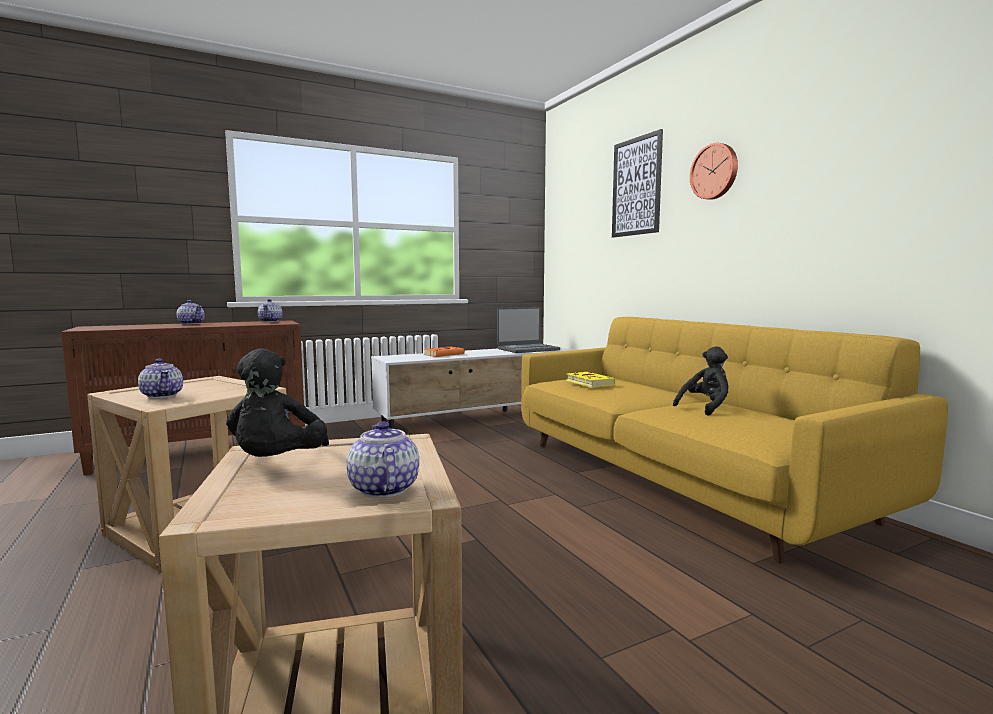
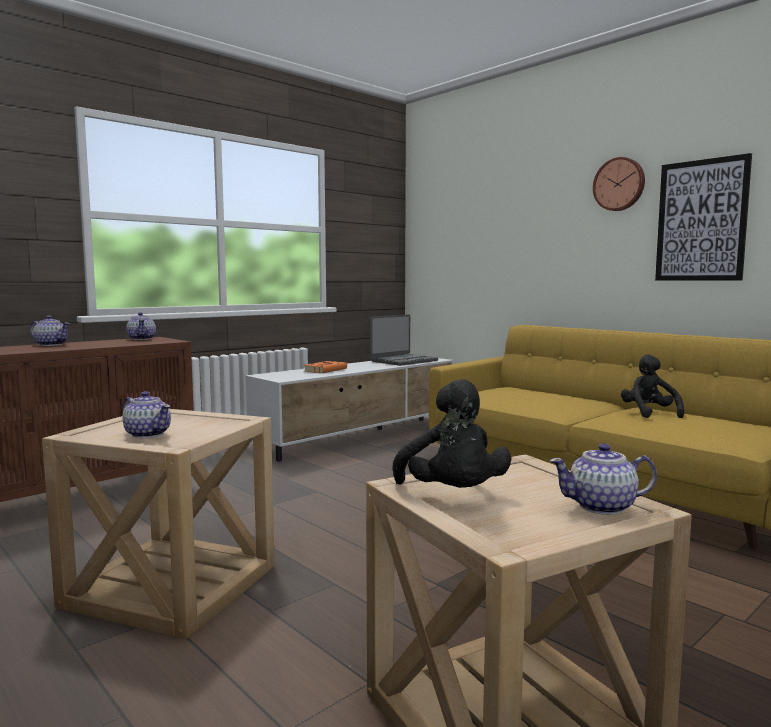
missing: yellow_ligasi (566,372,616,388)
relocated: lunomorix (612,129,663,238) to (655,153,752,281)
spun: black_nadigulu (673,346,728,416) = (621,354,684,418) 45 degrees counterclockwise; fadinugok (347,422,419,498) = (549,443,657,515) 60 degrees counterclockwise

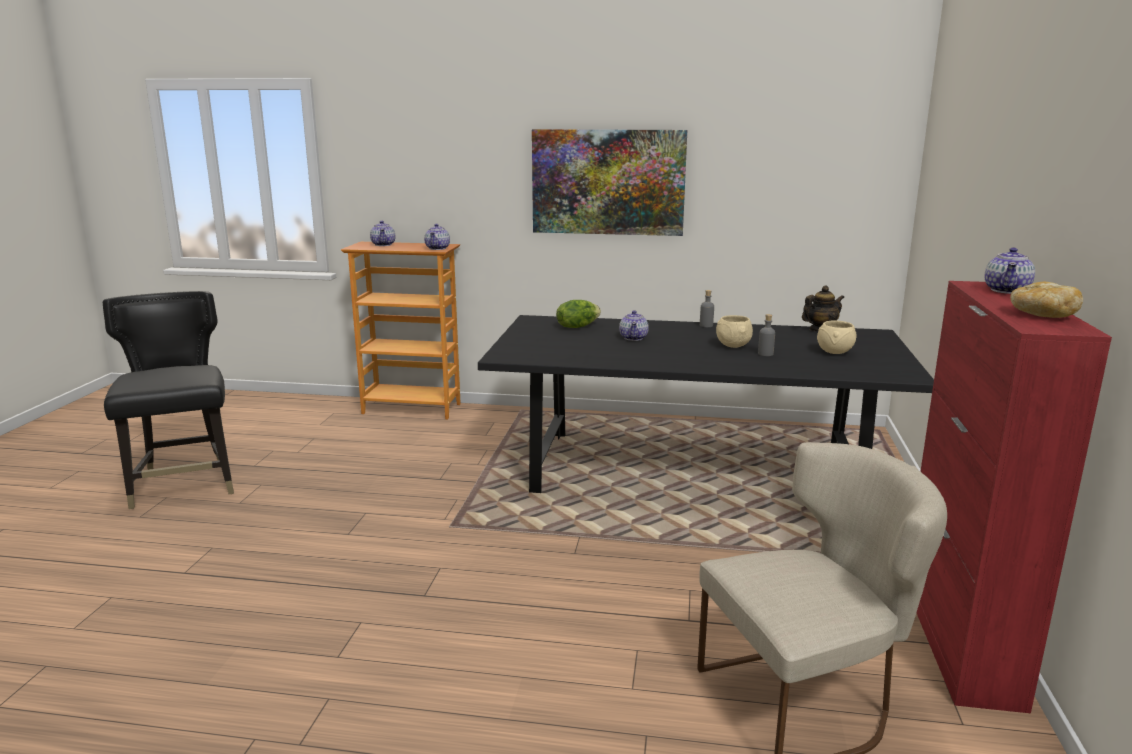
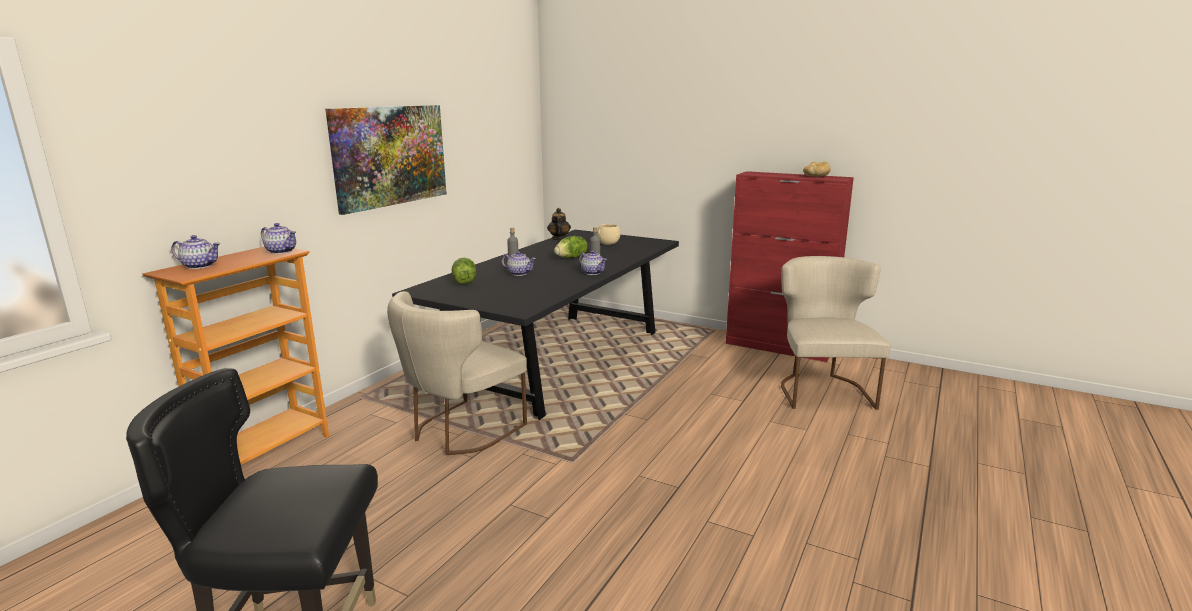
appeared: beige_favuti (387,291,527,455)
relocated: fadinugok (985,248,1035,294) to (579,250,607,275)
exchanged: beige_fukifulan (716,315,753,348) to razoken (554,236,588,258)

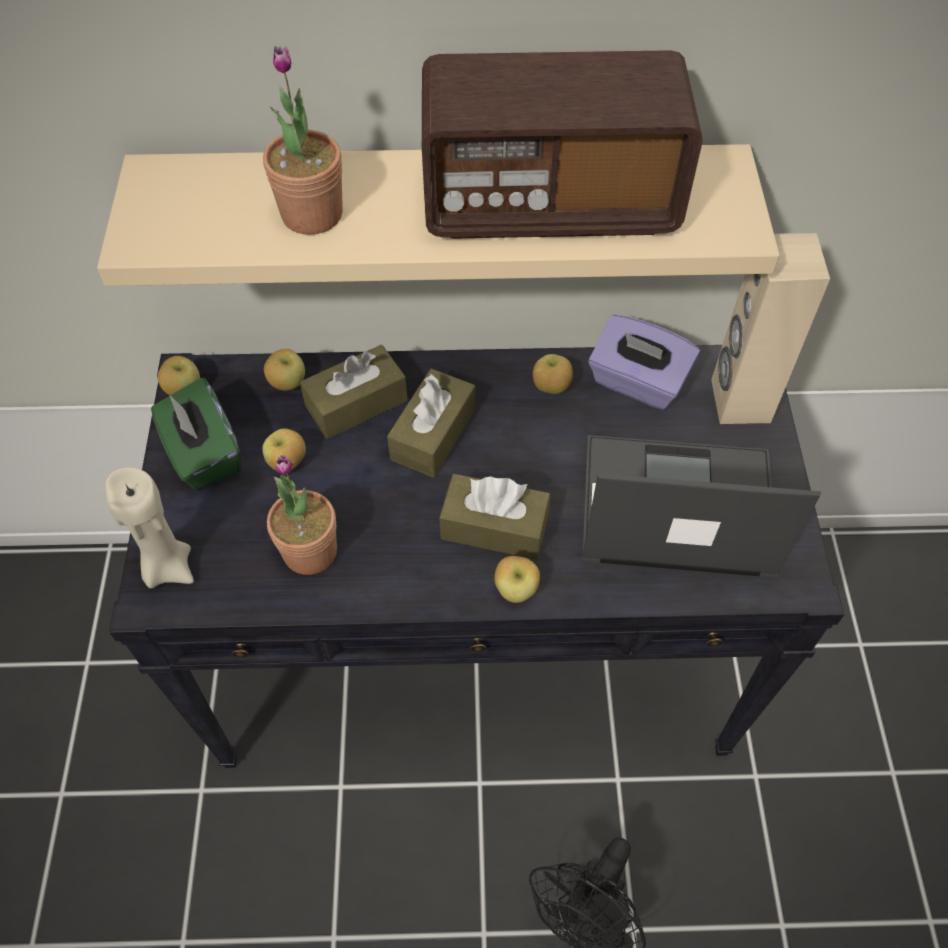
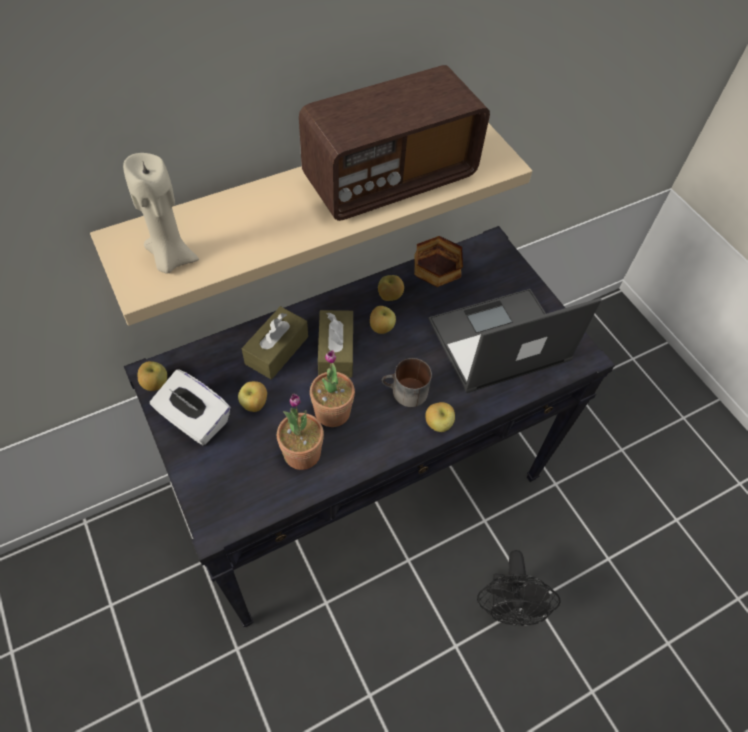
missing: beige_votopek (711,233,830,424)
relocated: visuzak (263,46,343,235) to (310,350,355,427); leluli (264,349,305,391) to (370,306,396,334); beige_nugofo (105,467,194,588) to (123,153,199,274)
exchanged: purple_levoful (589,315,700,410) to fukifulan (414,236,463,287); brown_levoful (439,474,551,560) to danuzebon (381,358,432,407)
colour: green_levoful (151,377,242,489) to white_levoful (150,369,230,445)

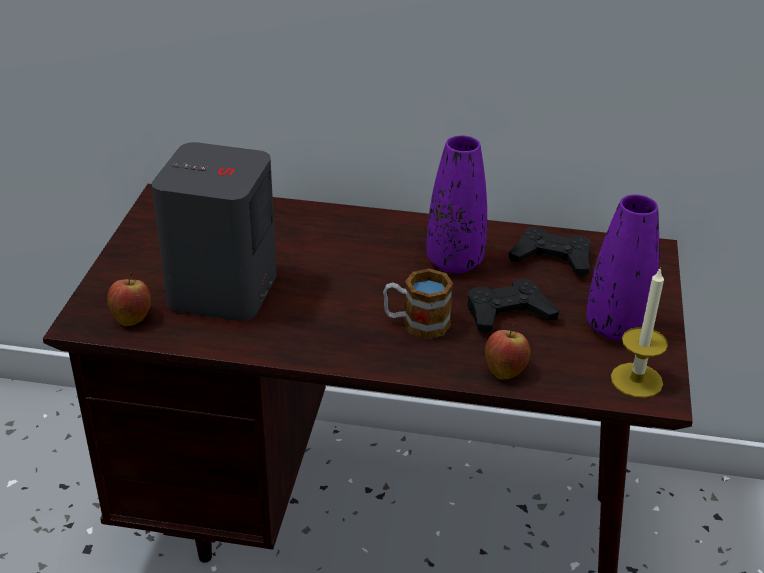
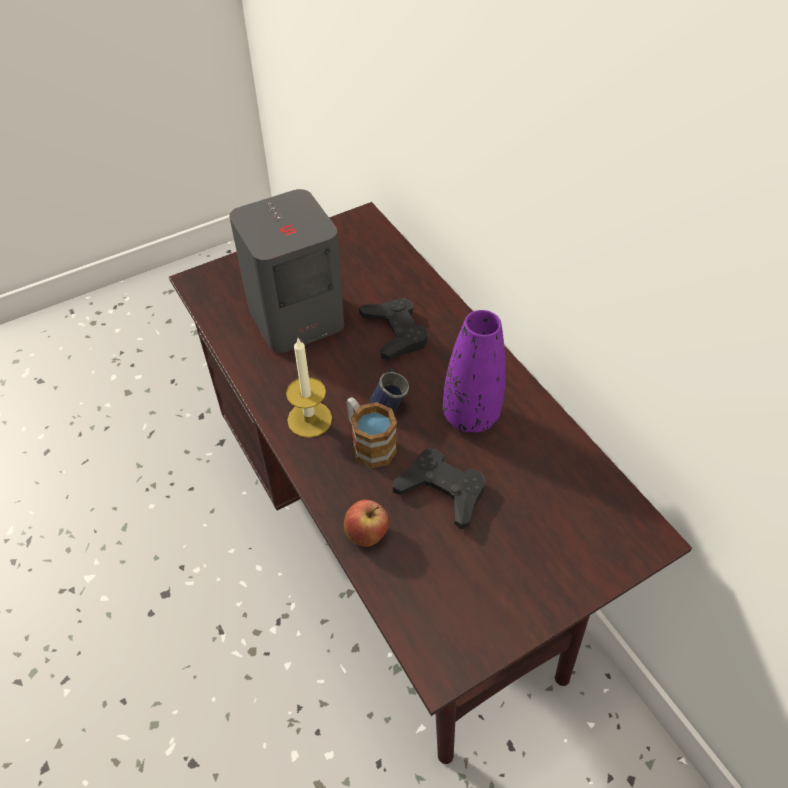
missing: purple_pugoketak (586,195,659,341); leluli (107,272,151,326)
appeared: blue_danuzebon (369,369,409,413)
relocated: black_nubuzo (508,227,591,277) to (359,298,428,360); nugofo (611,267,668,398) to (286,339,332,438)

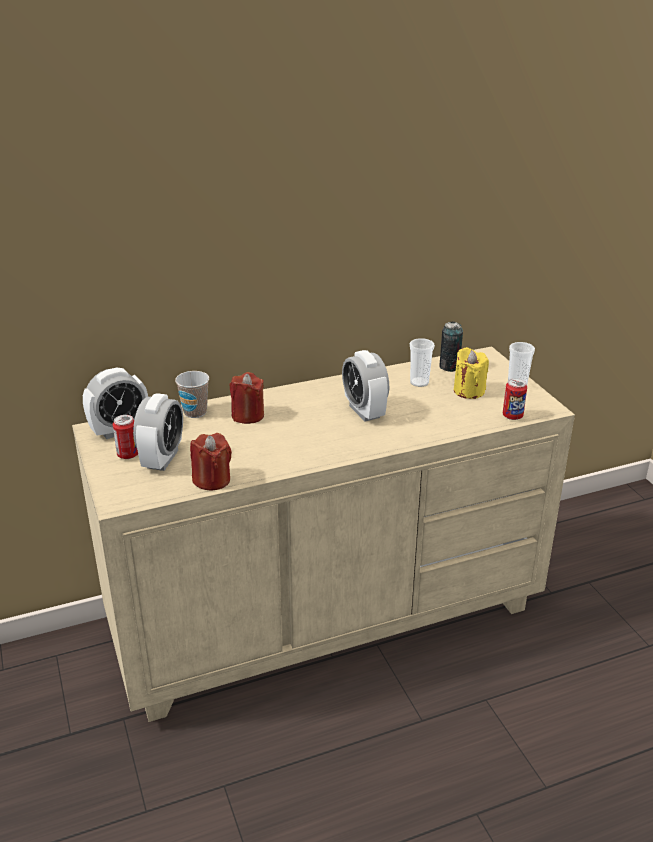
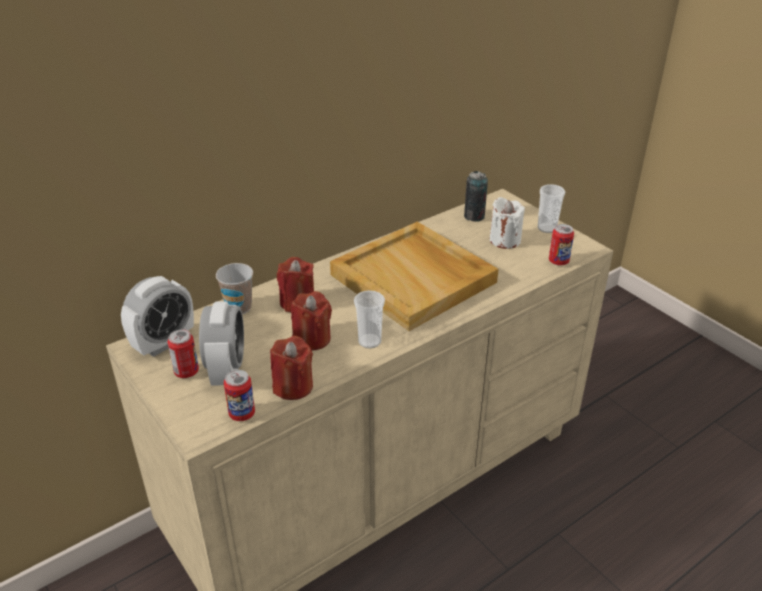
appeared: red_nugofo (291,291,332,350); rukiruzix (224,370,255,421)
relocated: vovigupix (409,338,435,387) to (354,290,385,349)
exchanged: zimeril (342,350,389,422) to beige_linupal (330,222,498,331)
colour: yellow_nugofo (454,347,489,399) to white_nugofo (490,197,525,249)

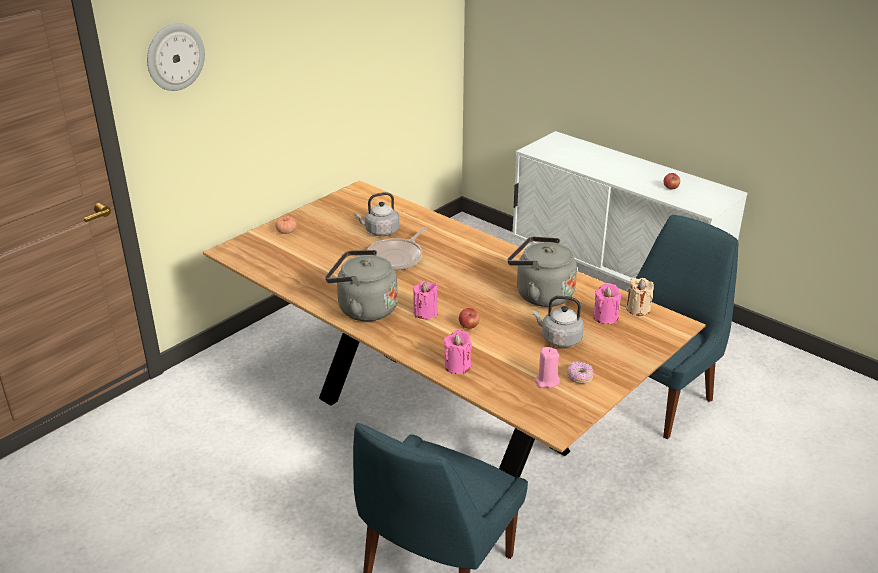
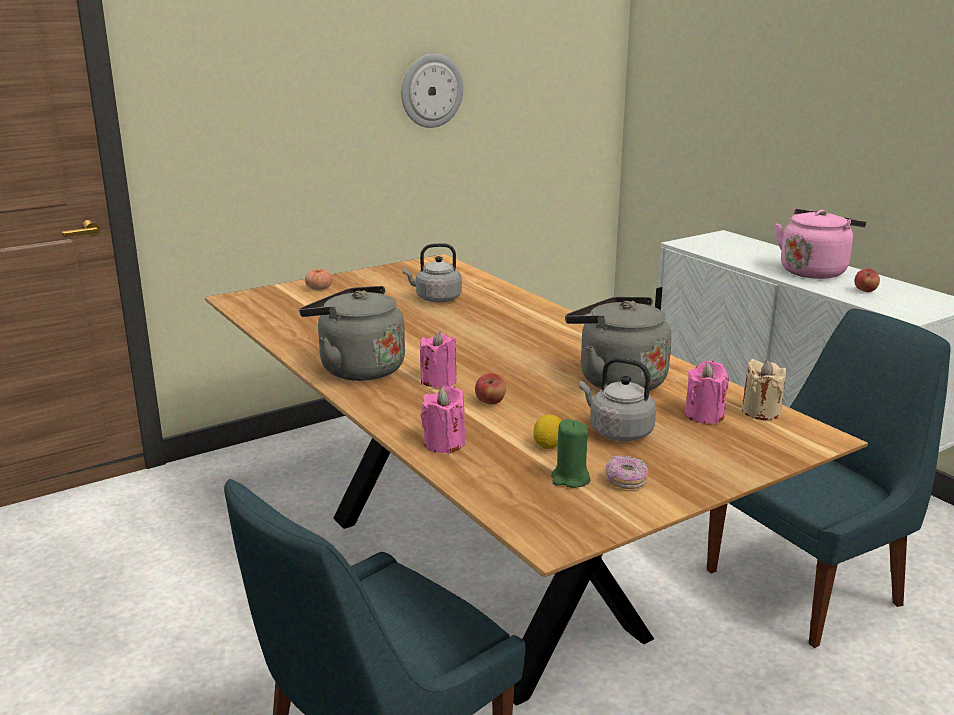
missing: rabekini (367,227,427,270)
appeared: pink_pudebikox (775,208,866,279); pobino (533,415,562,449)
relocated: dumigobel (147,23,205,91) to (401,54,463,128)
colour: pink_nugofo (535,347,560,388) to green_nugofo (551,419,590,488)

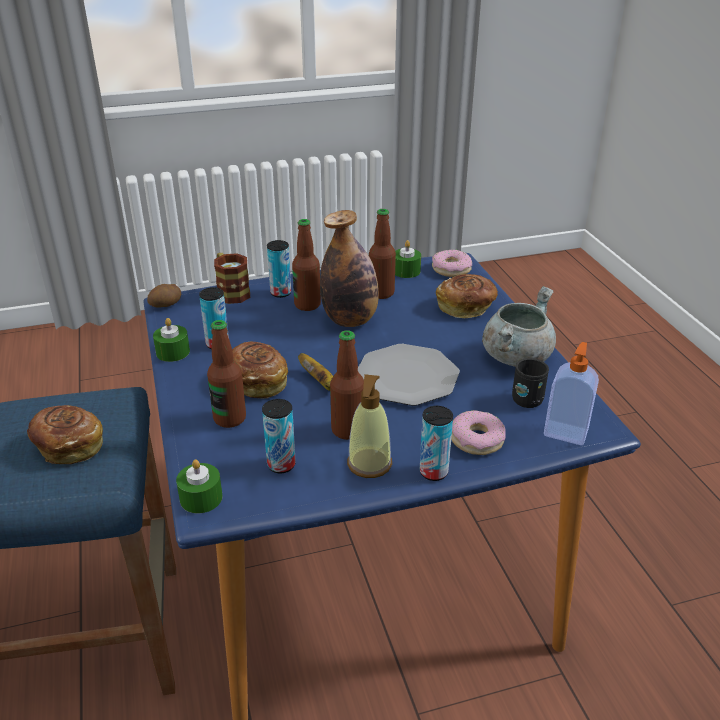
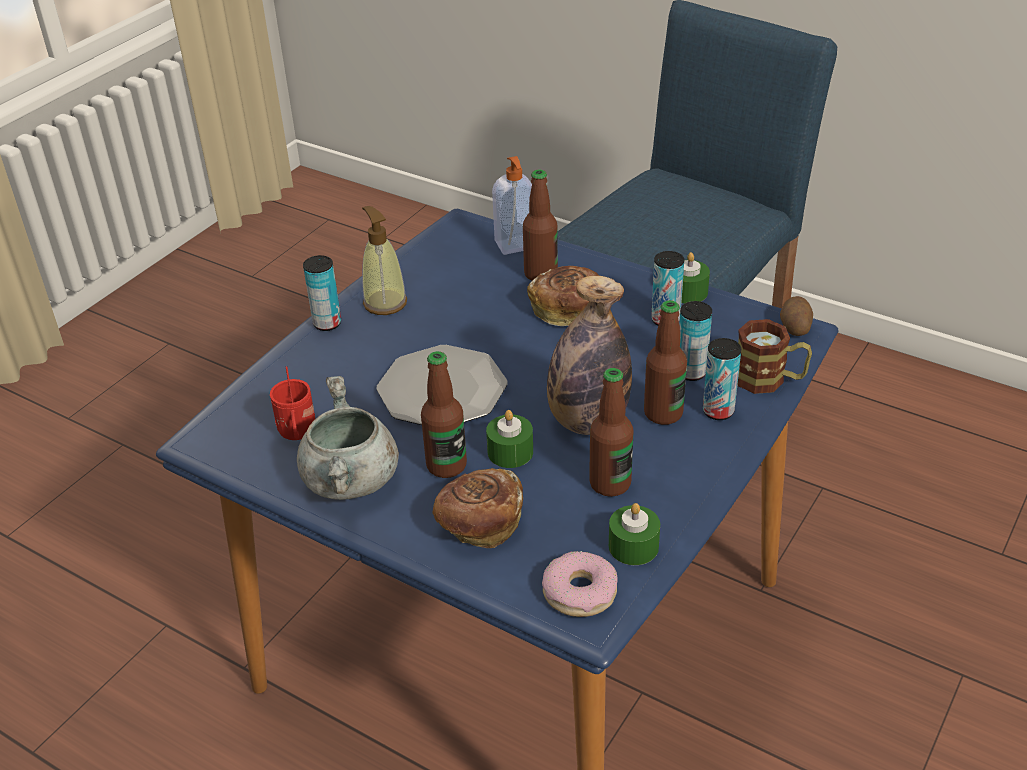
missing: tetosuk (298,353,333,391); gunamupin (27,405,103,464); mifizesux (451,410,506,455)
relocated: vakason (330,330,364,440) to (421,351,467,478); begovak (544,342,599,445) to (492,156,532,255); rukiruzix (262,399,296,473) to (679,301,712,381); green_nugofo (176,459,223,513) to (486,410,533,468)
colour: black_danuzebon (512,358,549,408) to red_danuzebon (270,366,315,440)

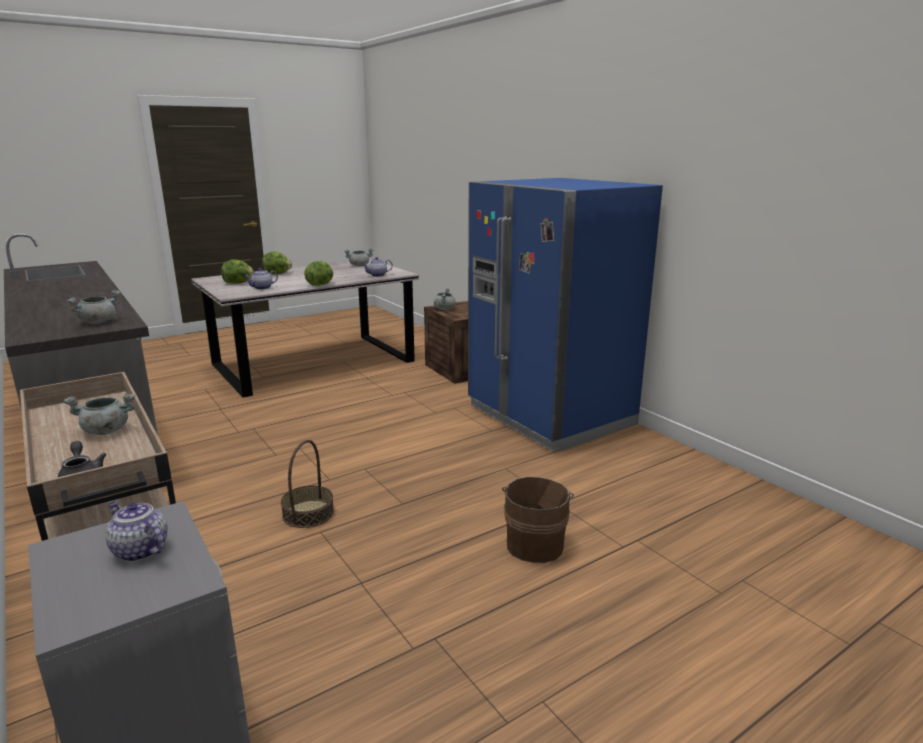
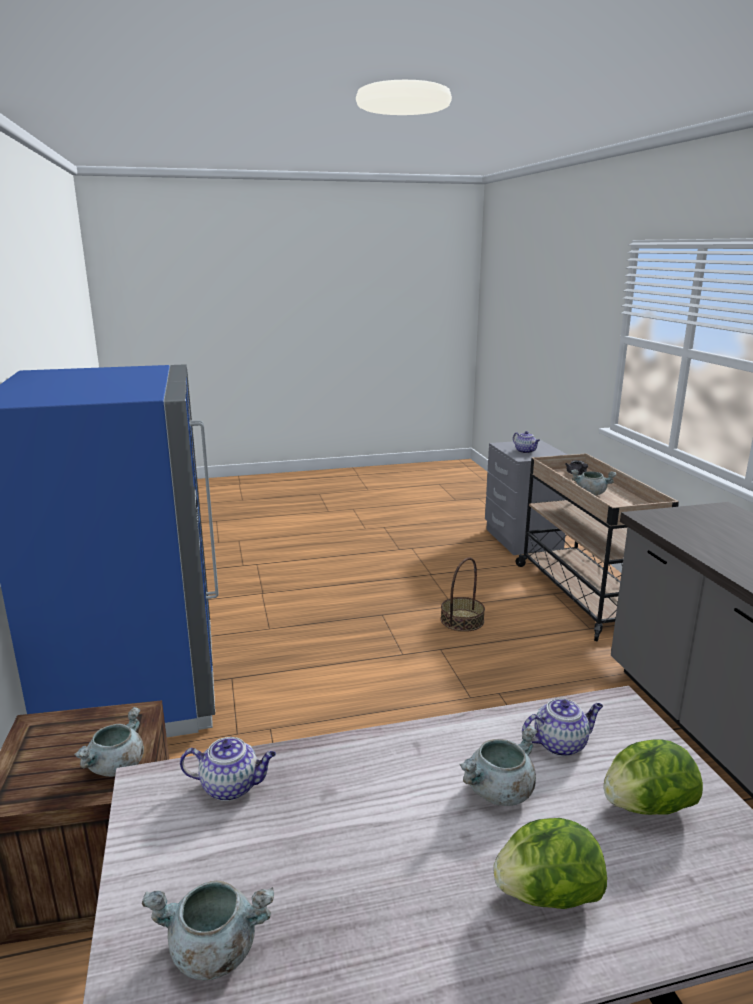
missing: razoken (304,261,333,286); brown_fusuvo (502,477,574,563)
relocated: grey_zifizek (67,290,120,324) to (459,725,538,806)

